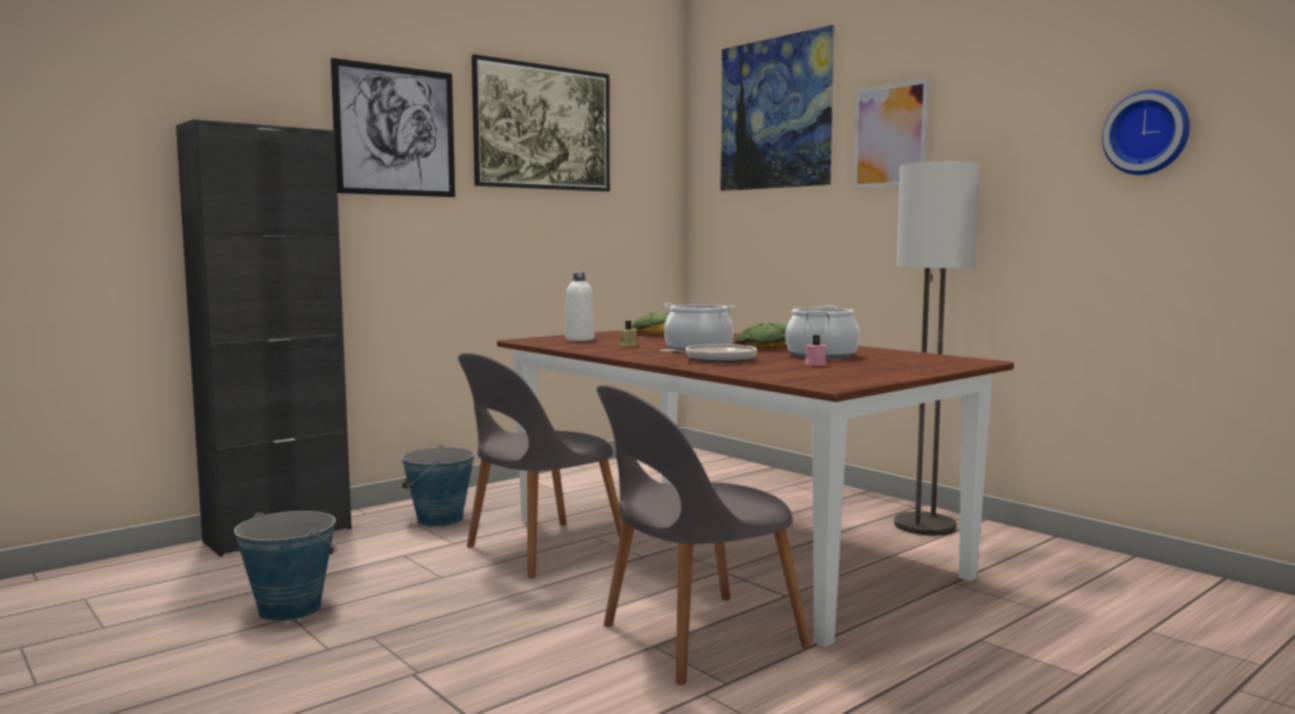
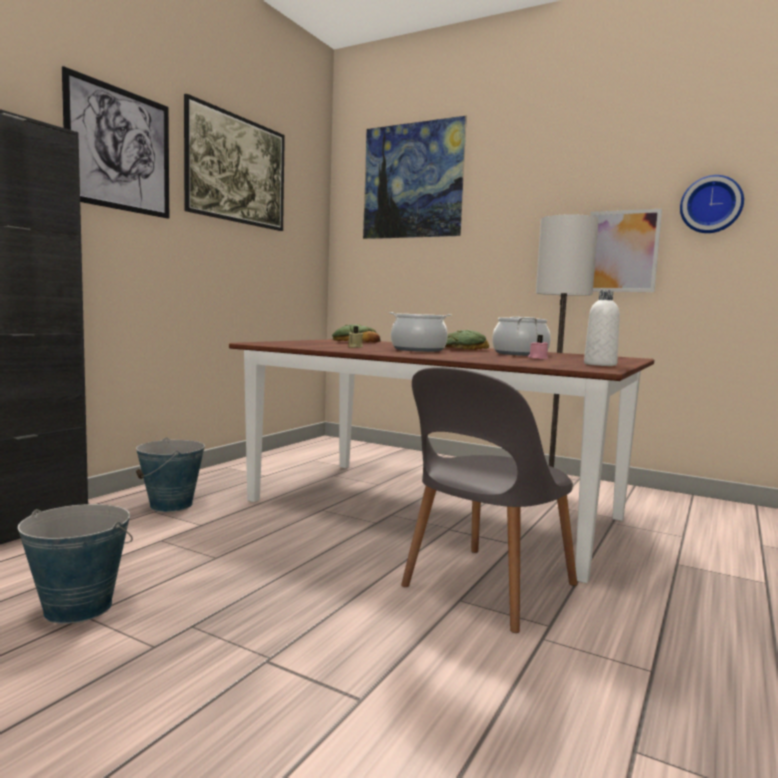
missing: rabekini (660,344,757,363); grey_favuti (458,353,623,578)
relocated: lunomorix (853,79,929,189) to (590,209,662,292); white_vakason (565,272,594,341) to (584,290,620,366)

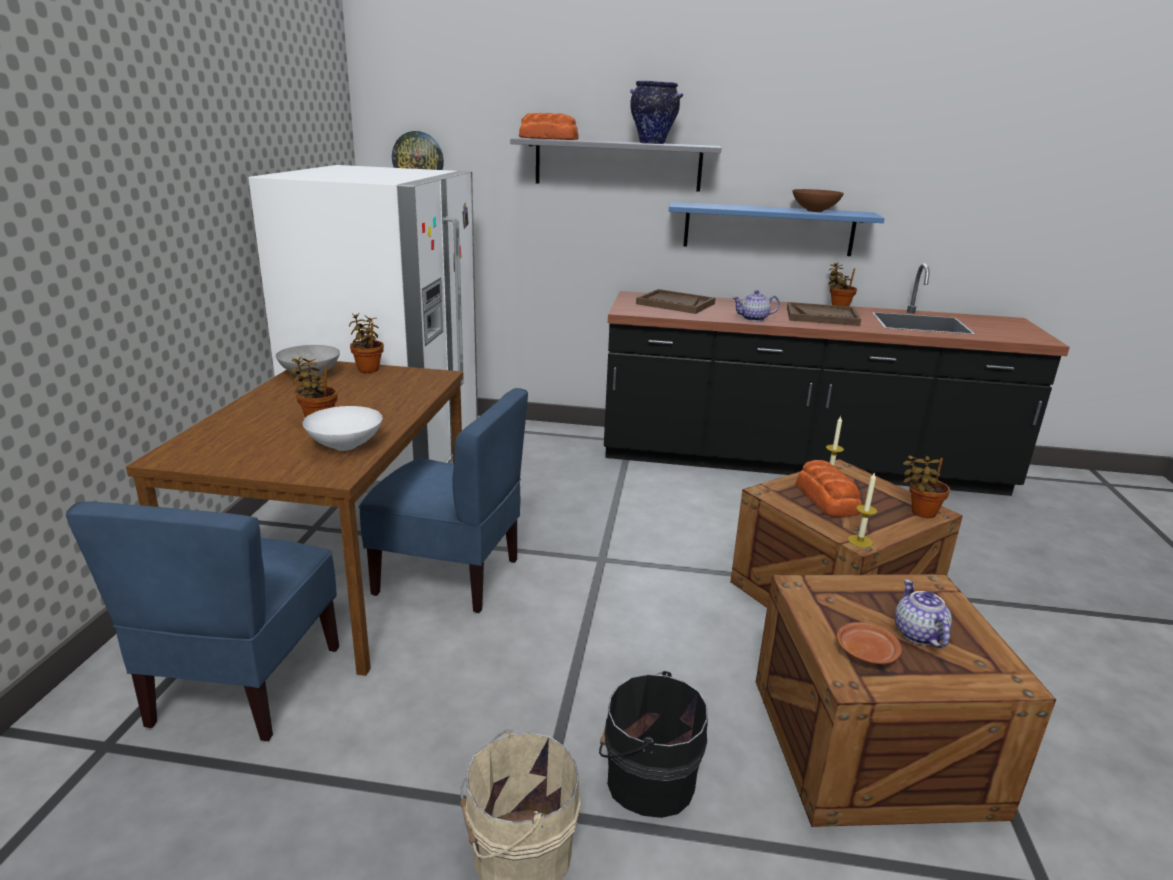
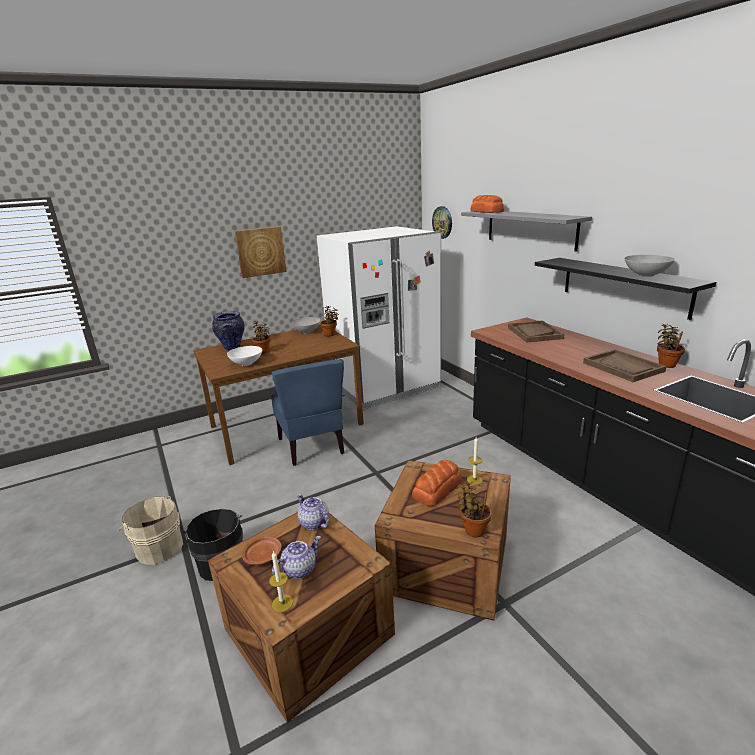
missing: blue_favuti (66,502,339,741)
appeared: lunomorix (235,226,286,278)
relocated: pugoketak (630,81,683,144) to (212,311,244,350); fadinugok (732,290,780,321) to (297,494,330,530); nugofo (848,472,878,548) to (269,551,293,612)
colour: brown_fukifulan (792,189,844,212) to grey_fukifulan (624,255,675,277); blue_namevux (669,202,885,256) to black_namevux (535,258,716,320)

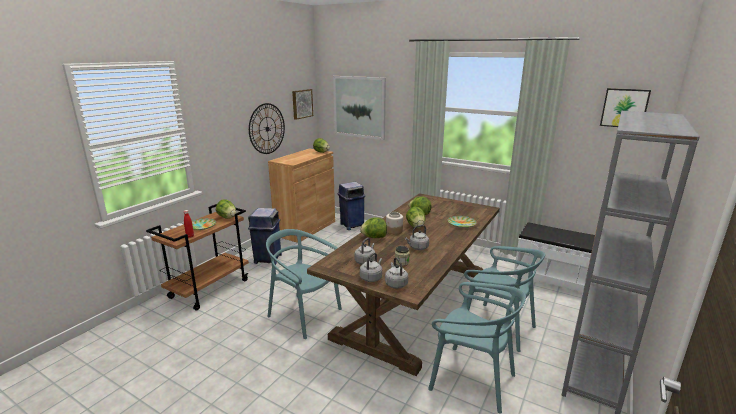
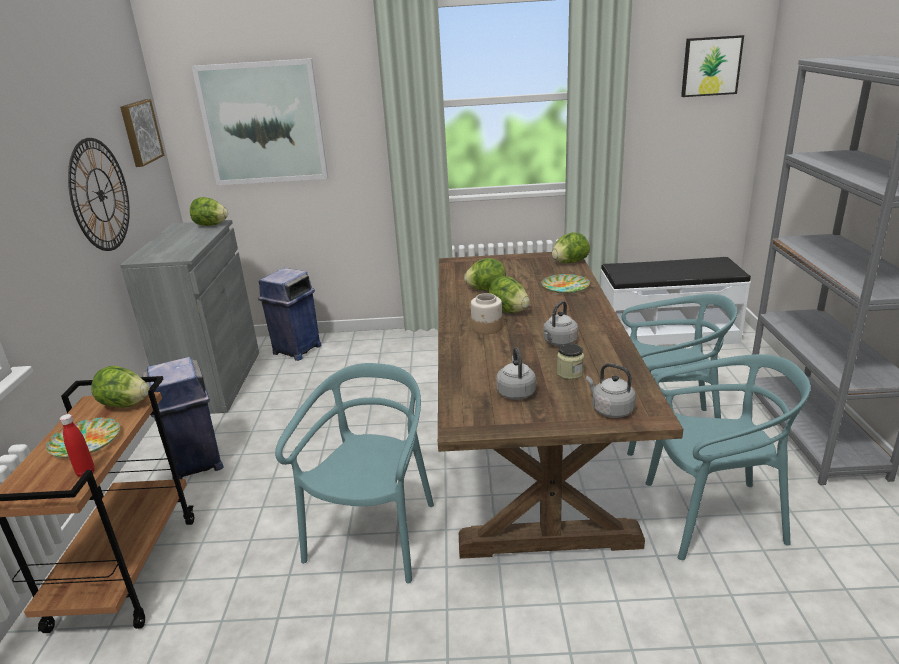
missing: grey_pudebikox (360,252,382,282)
relocated: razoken (360,217,387,238) to (552,232,590,263)
colour: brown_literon (268,148,335,243) to grey_literon (120,220,259,414)
spun: turquoise_favuti (266,229,342,339) = (275,363,434,584) 105 degrees clockwise

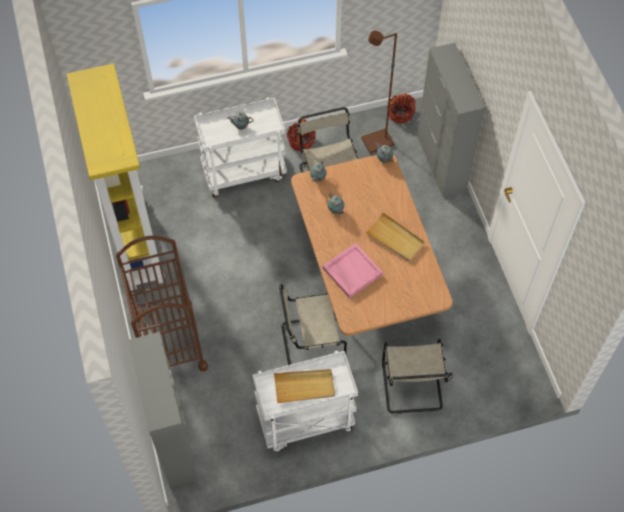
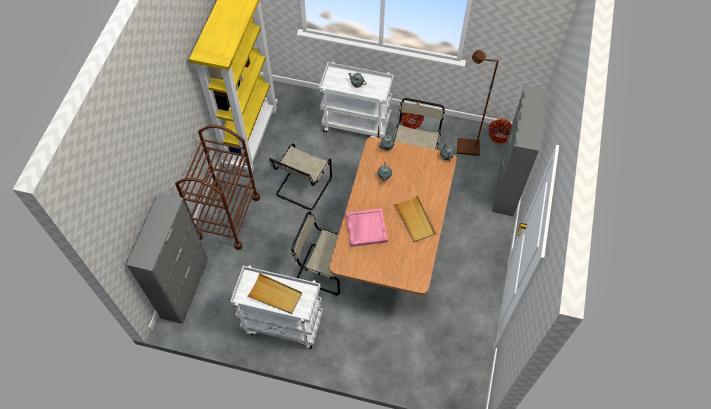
relocated: beige_favuti (382,339,453,414) to (269,144,332,210)

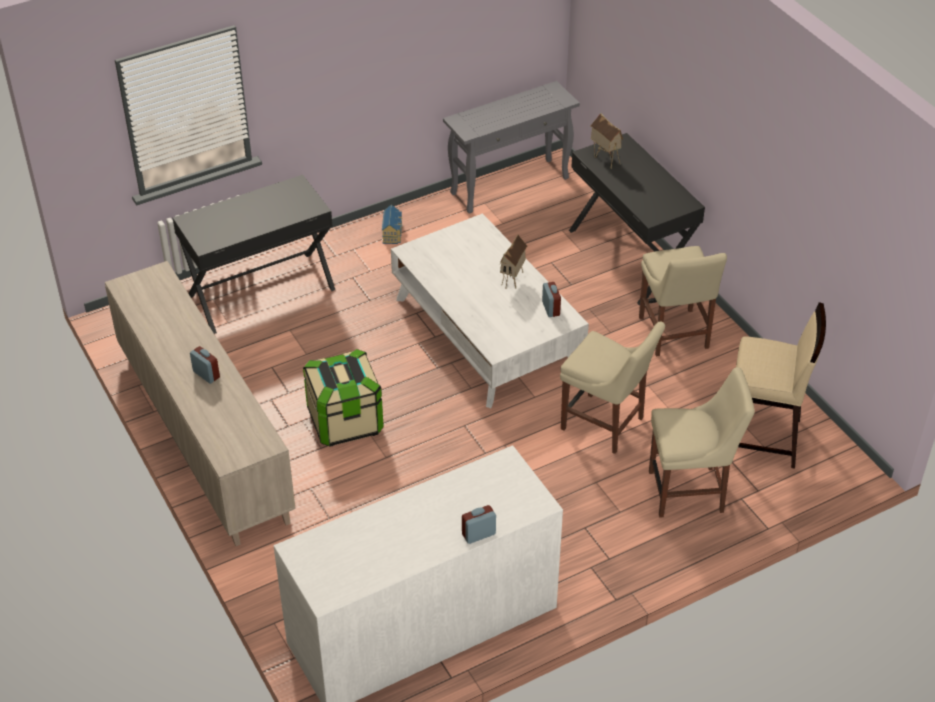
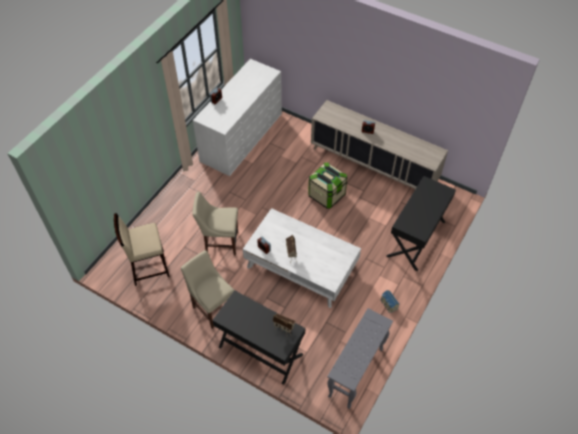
missing: beige_favuti (649,367,755,518)

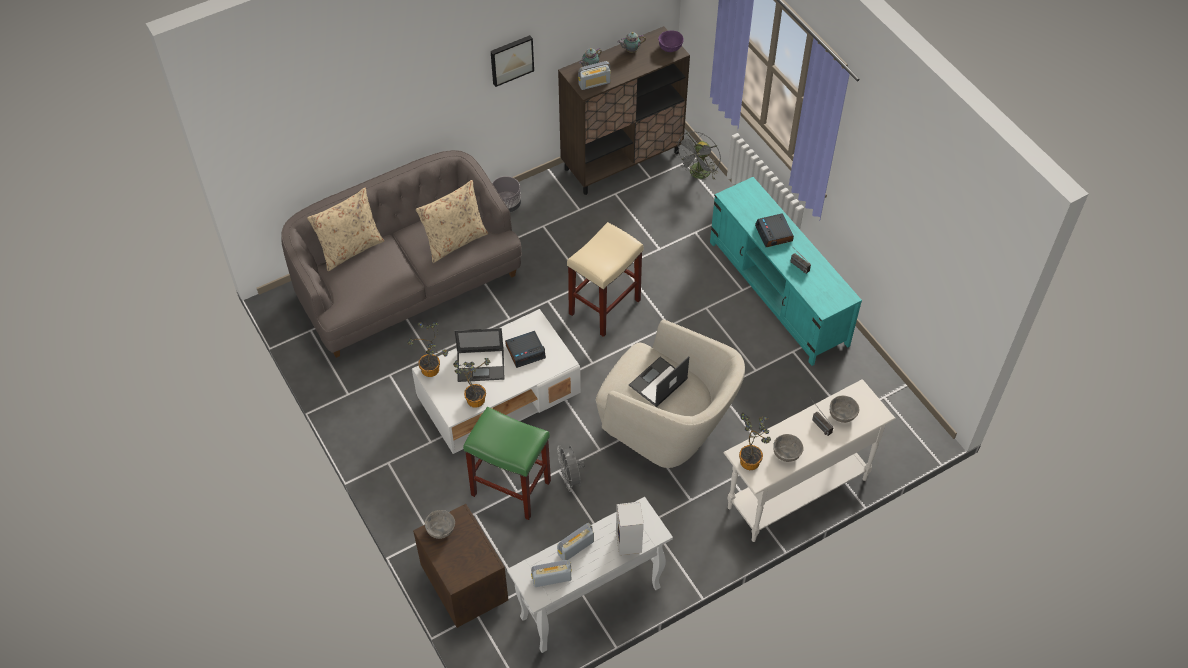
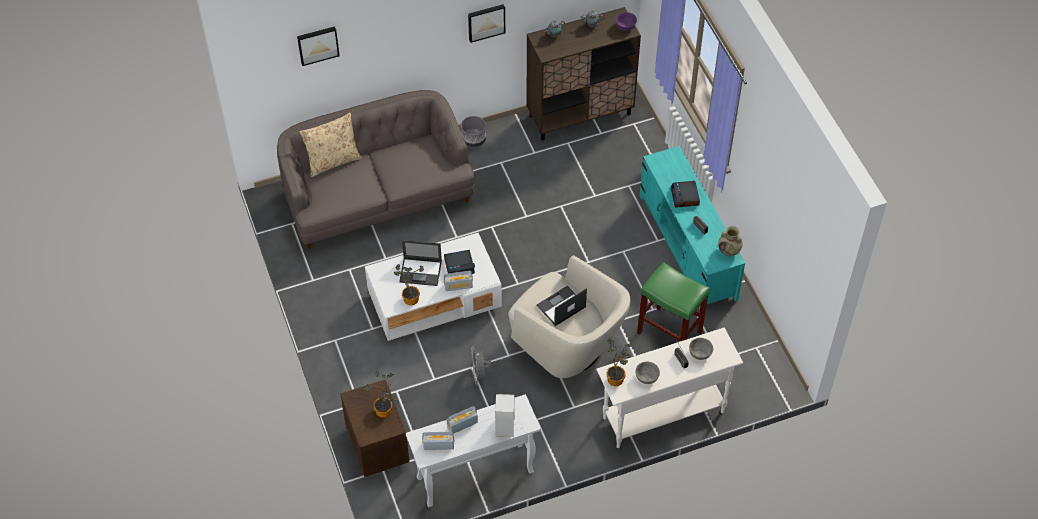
missing: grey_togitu (677,131,721,180); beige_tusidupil (416,180,488,263); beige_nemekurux (567,222,643,337); grey_fukifulan (425,510,455,539)
appeared: lunomorix (297,26,340,66); beige_pugoketak (718,226,743,256)
relocated: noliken (578,61,611,90) to (444,271,473,291); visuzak (407,322,448,377) to (364,371,399,418); green_nemekurux (463,407,551,520) to (637,262,710,341)

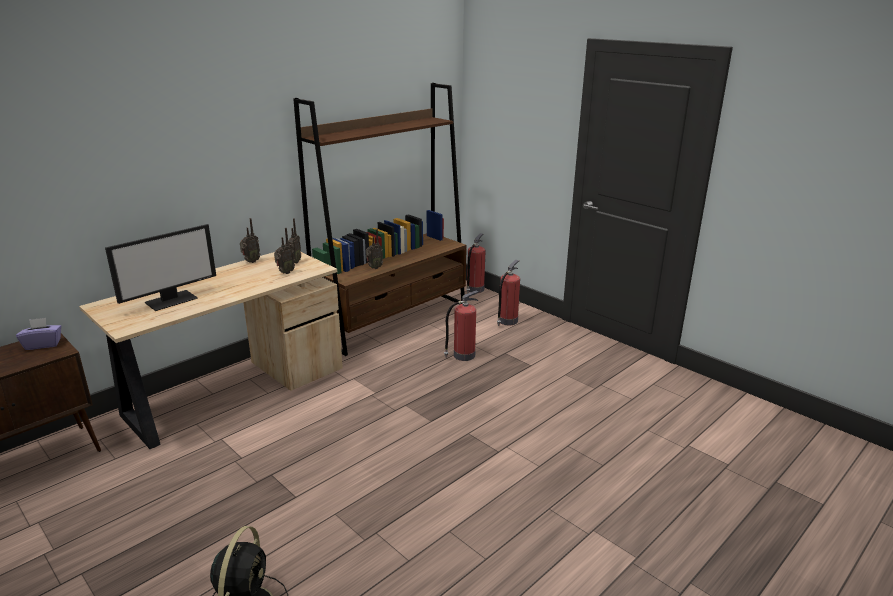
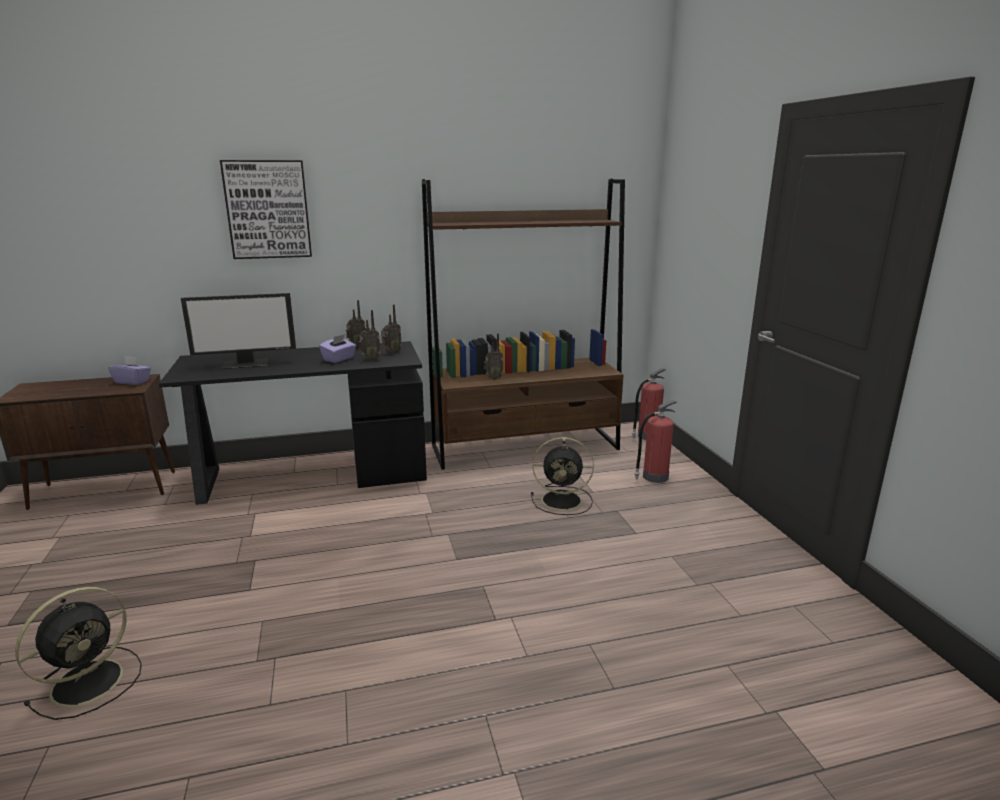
appeared: lunomorix (220,160,312,259); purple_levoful (319,334,356,363)
exchanged: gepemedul (444,290,479,361) to black_togitu (531,437,594,515)
colour: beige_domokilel (79,252,343,449) to black_domokilel (159,341,427,505)

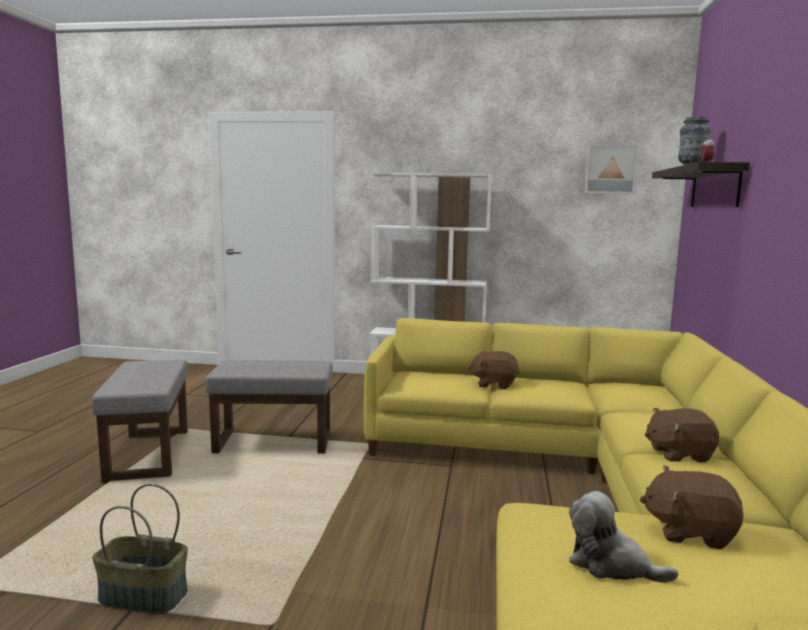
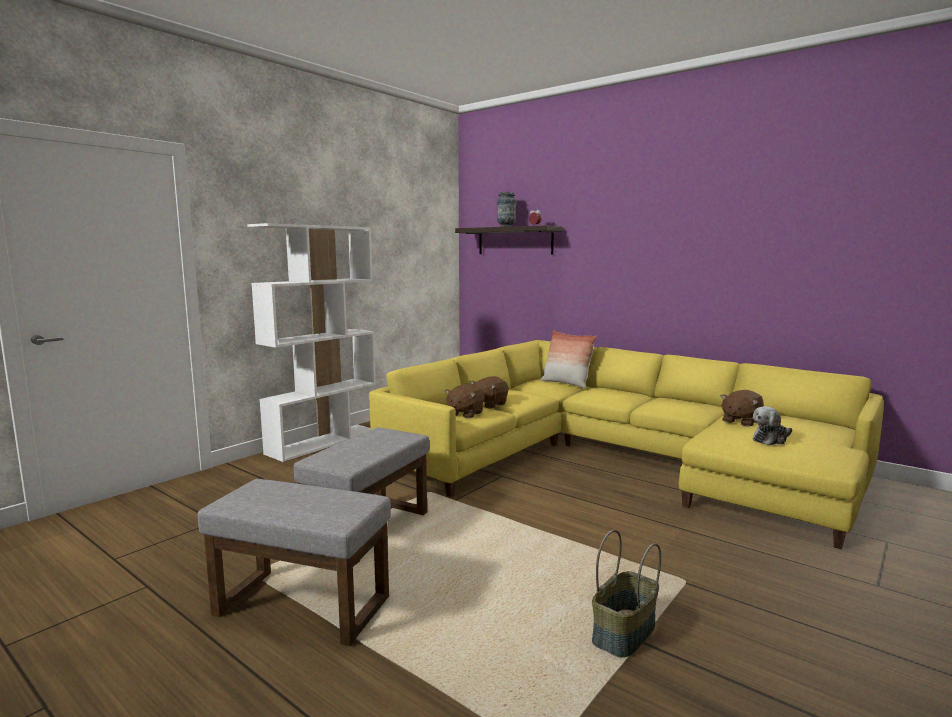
missing: lunomorix (585,145,638,194)
appeared: tusidupil (541,330,597,388)
relocated: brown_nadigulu (645,408,719,463) to (445,383,485,419)

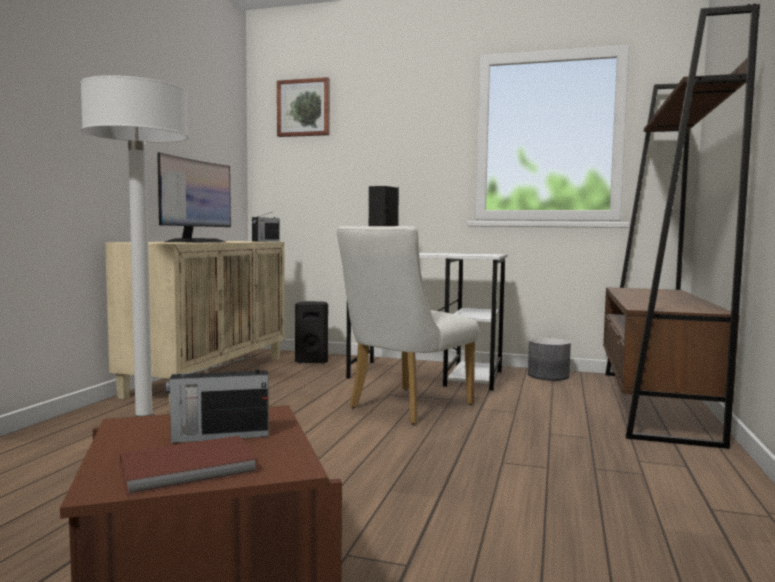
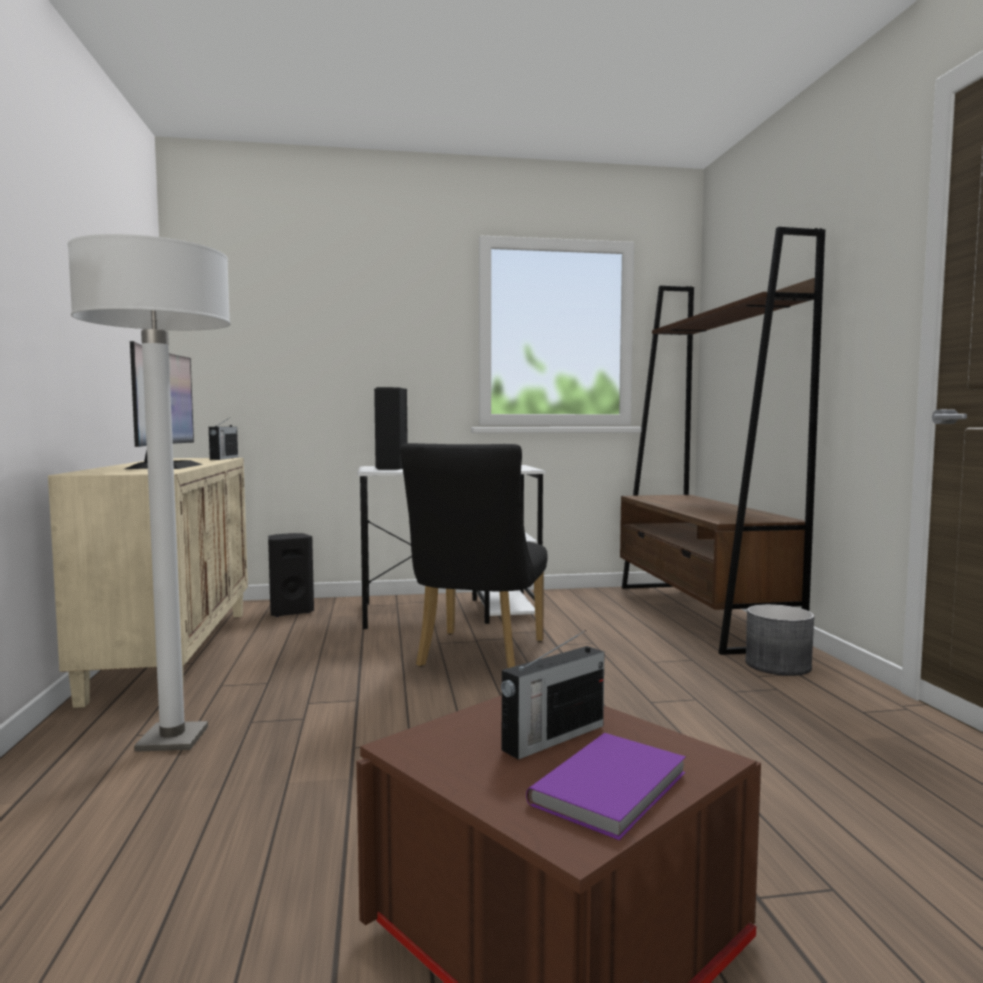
missing: lunomorix (277,77,330,137)
relocated: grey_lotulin (528,338,571,381) to (745,604,814,676)
colour: white_favuti (337,226,479,425) to black_favuti (400,443,548,668); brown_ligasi (120,436,258,495) to purple_ligasi (526,733,686,840)

